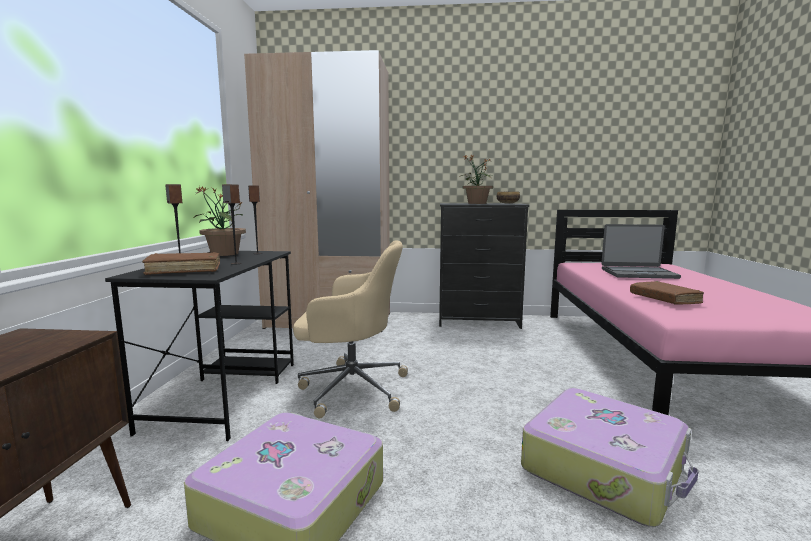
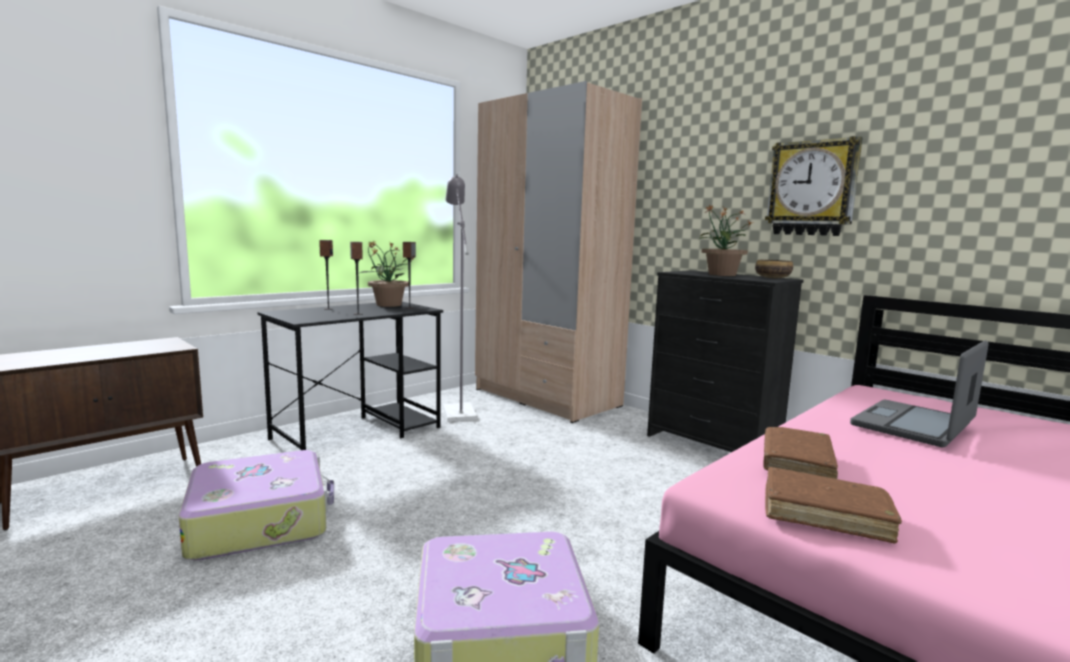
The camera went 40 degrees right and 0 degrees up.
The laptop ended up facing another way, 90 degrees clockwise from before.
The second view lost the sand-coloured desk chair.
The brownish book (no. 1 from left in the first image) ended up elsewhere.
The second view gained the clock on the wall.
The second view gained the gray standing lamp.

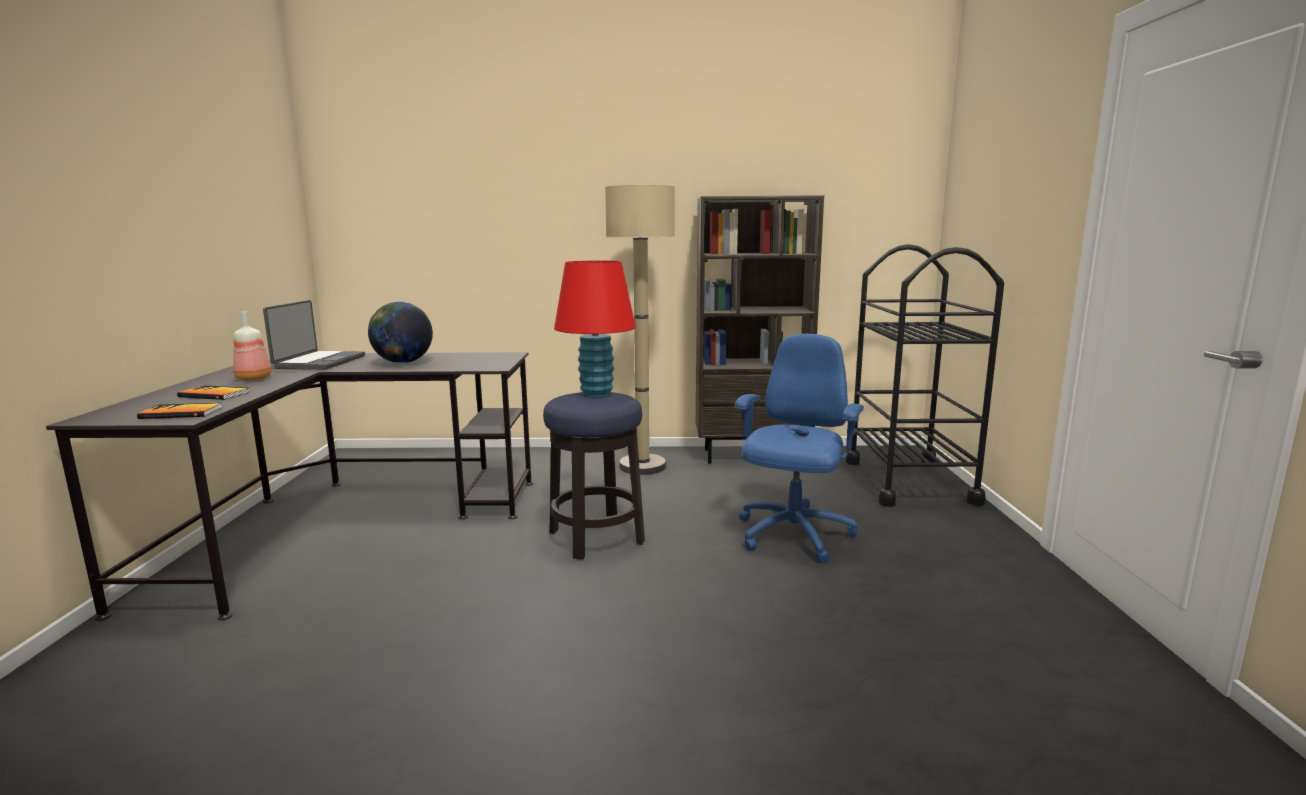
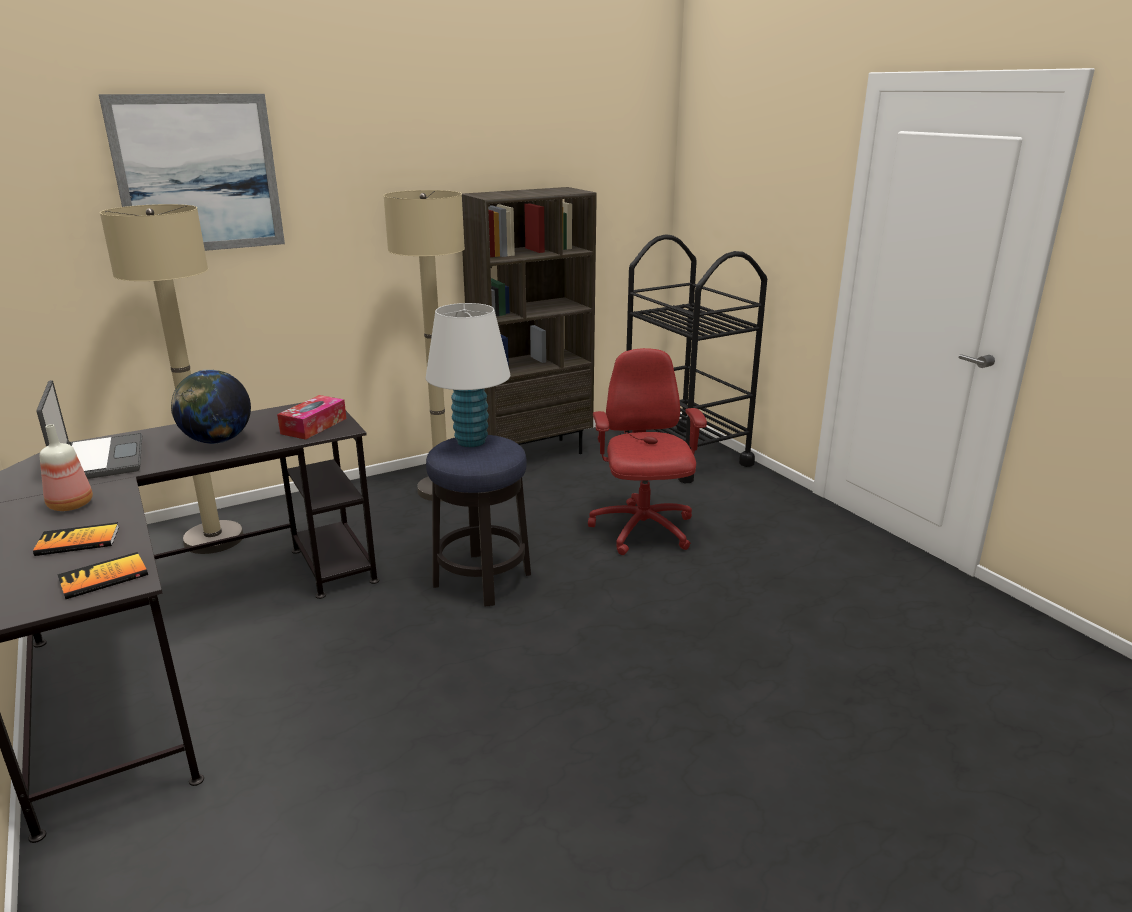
The camera went 30 degrees left and 10 degrees up.
What was the red tabletop lamp turned into the whitish tabletop lamp.
What was the blue-coloured desk chair turned into the red desk chair.
The second view gained the picture.
The second view gained the sand-coloured standing lamp (no. 1 from left).
The second view gained the tissue box.

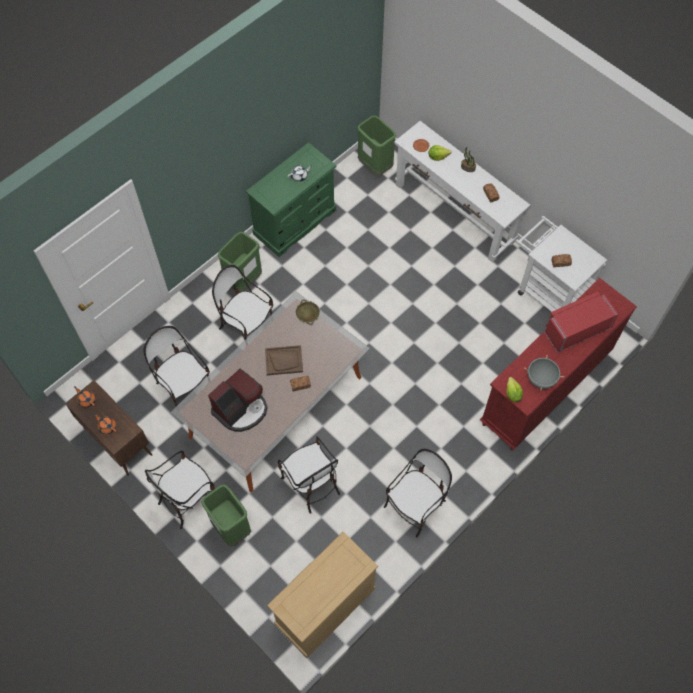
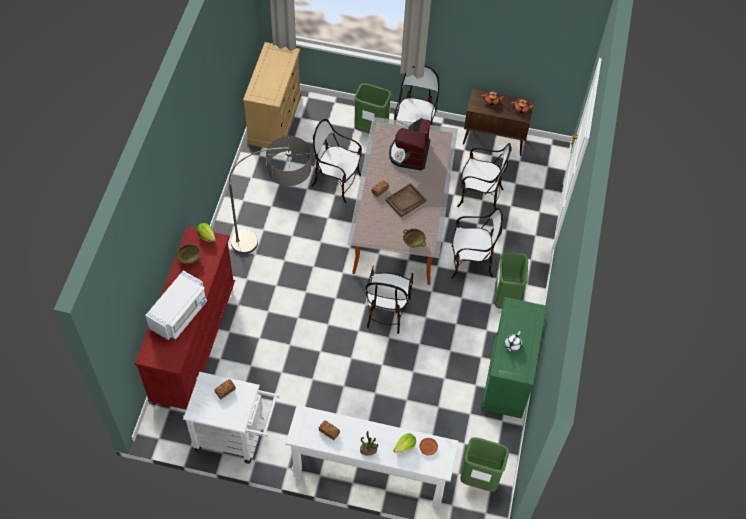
The camera went 145 degrees right and 5 degrees down.
What was the red kitchen microwave turned into the whitish kitchen microwave.
Where the gray cooking pot stood, the sand-coloured bowl (no. 1 from left) came to stand.
The chair (no. 5 from left in the first image) ended up elsewhere.
The second view gained the standing lamp.

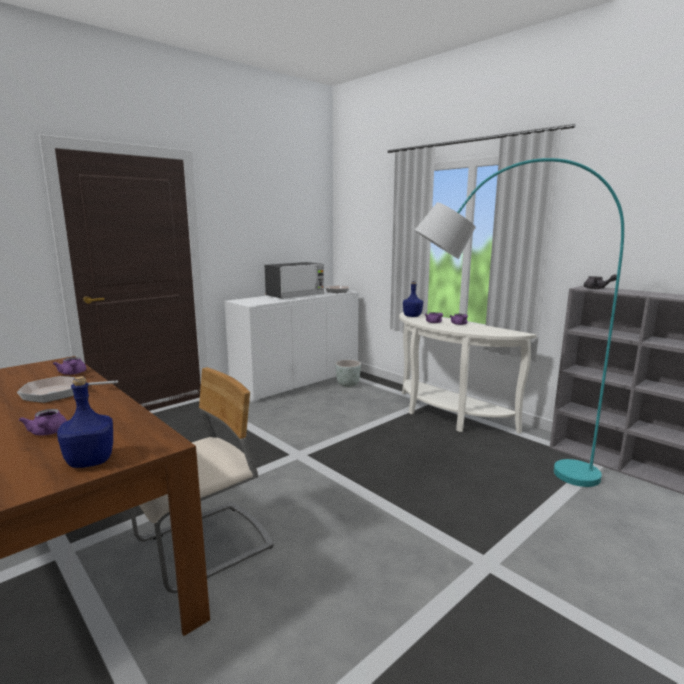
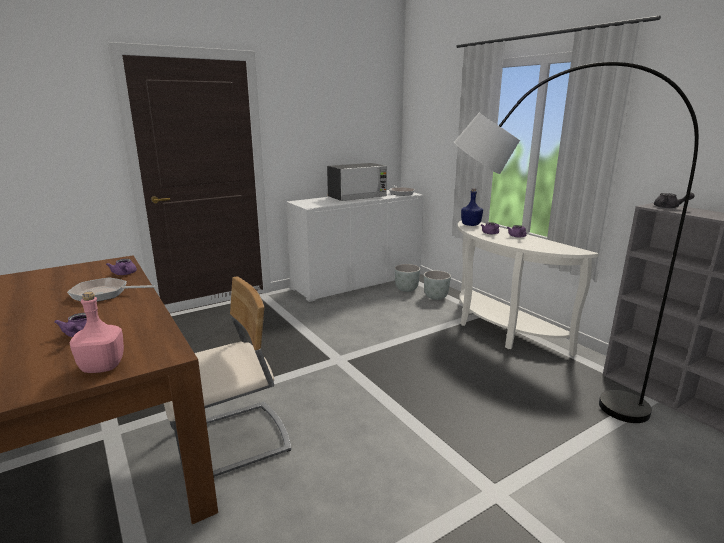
The camera went 10 degrees right and 5 degrees up.
What was the blue-green standing lamp turned into the gray standing lamp.
What was the blue-coloured drink bottle (no. 1 from left) turned into the pink-coloured drink bottle.
The second view gained the gray plant pot (no. 2 from left).

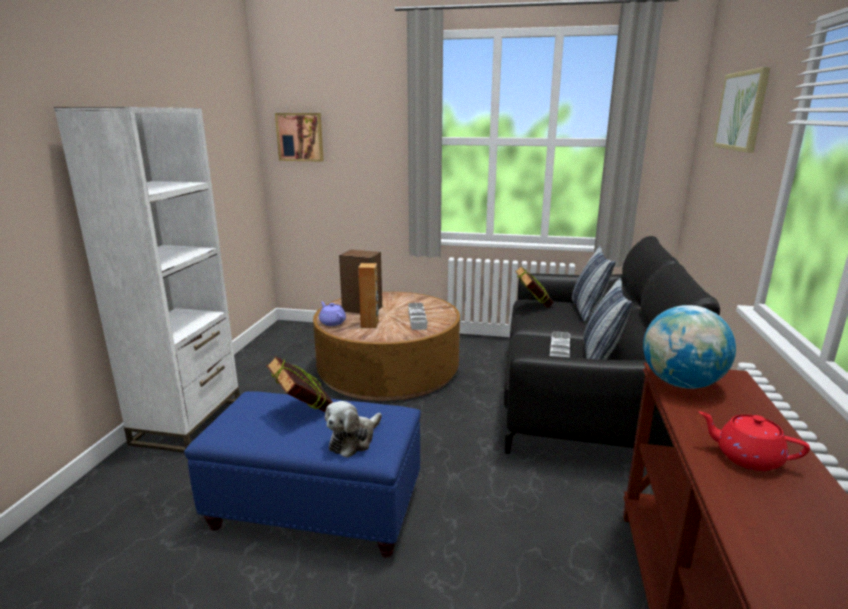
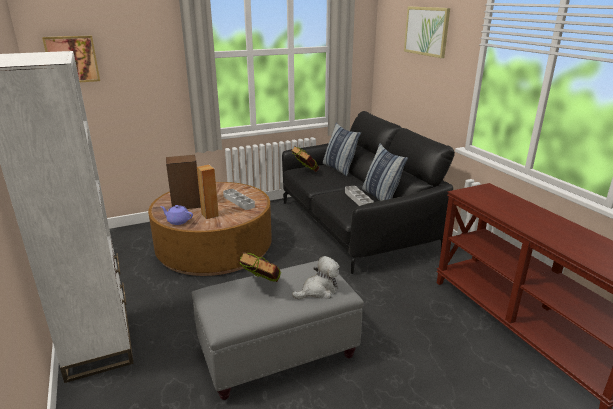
The camera went 35 degrees left and 5 degrees up.
The second view lost the desk globe.
What was the blue-coloured footrest turned into the gray footrest.
The soft toy ended up facing another way, 120 degrees counterclockwise from before.
The second view lost the red pot for tea.

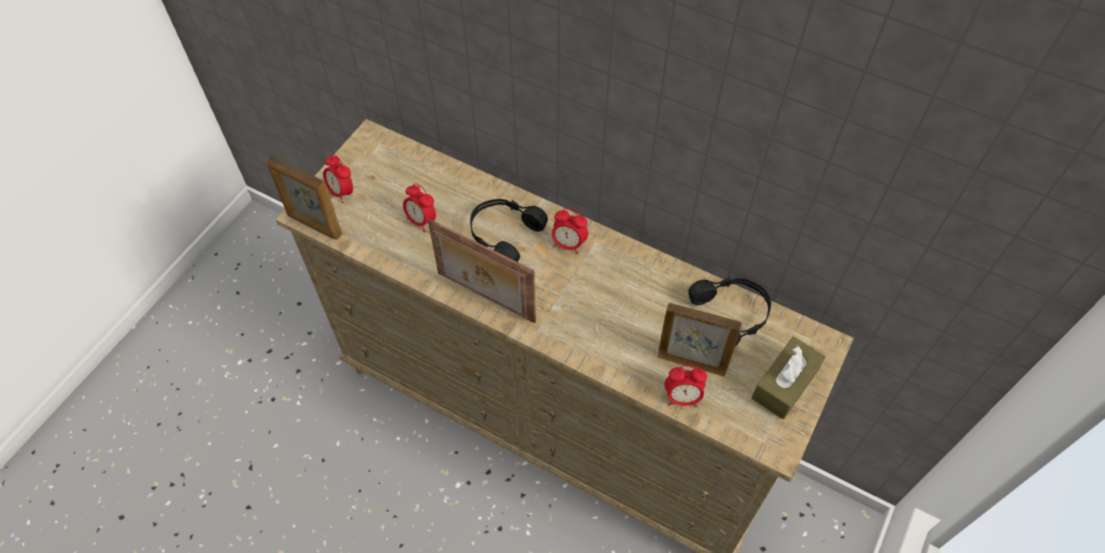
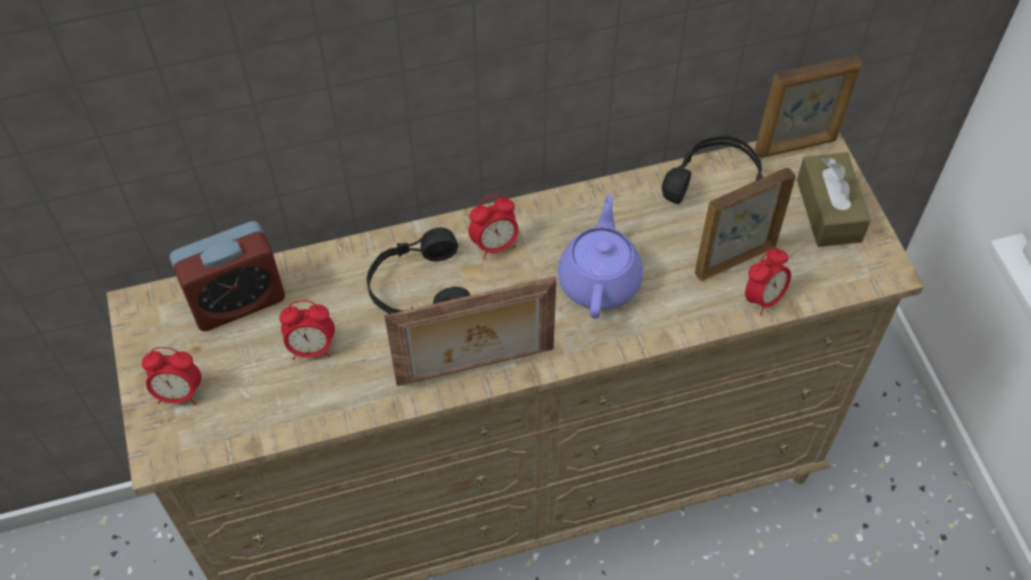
The camera went 45 degrees left and 0 degrees up.
The picture frame (no. 1 from left in the first image) ended up elsewhere.
The second view gained the purple pot for tea.
The second view gained the bedside clock (no. 2 from left).

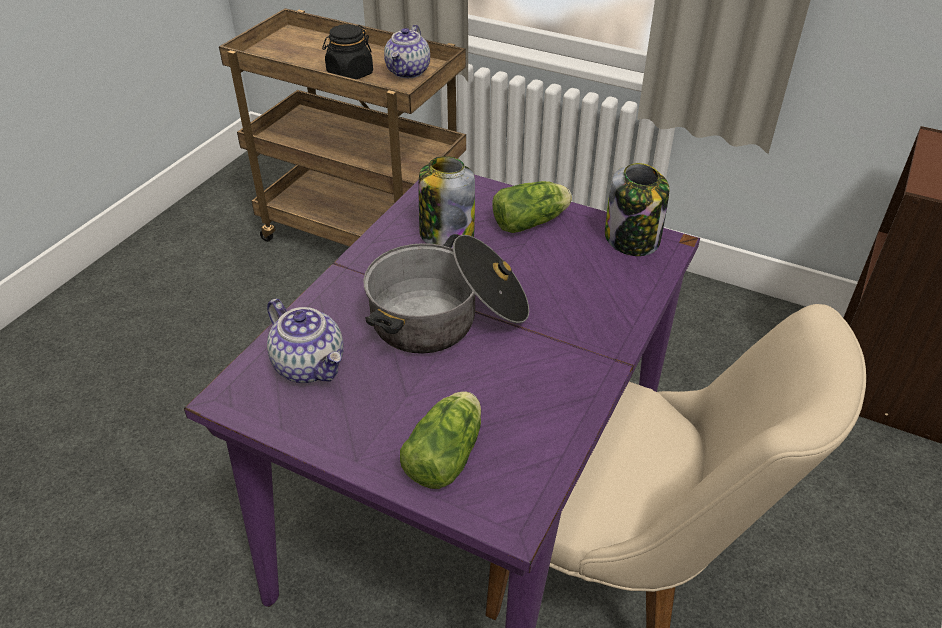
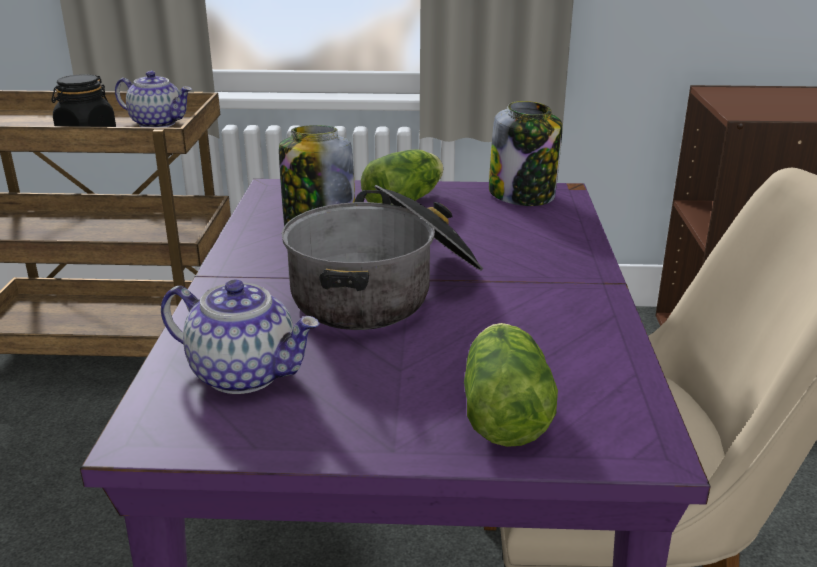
The camera went 25 degrees left and 15 degrees down.
The pot for tea (no. 2 from left in the first image) ended up facing another way, 60 degrees counterclockwise from before.

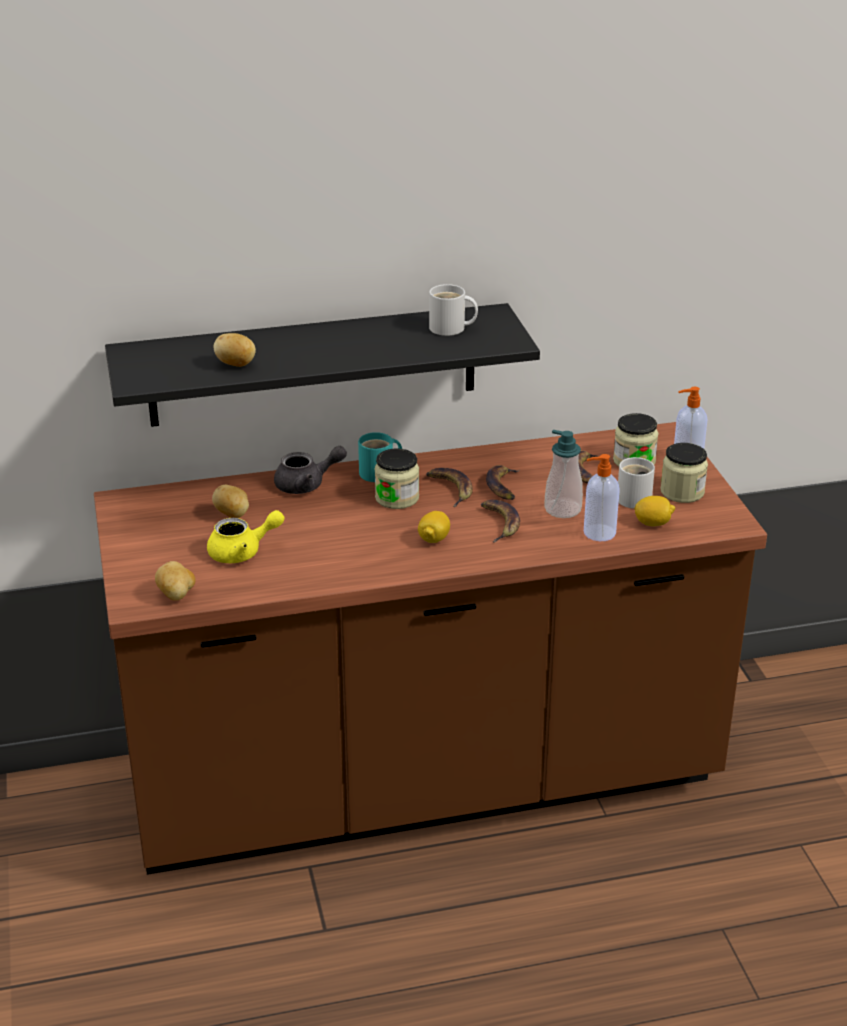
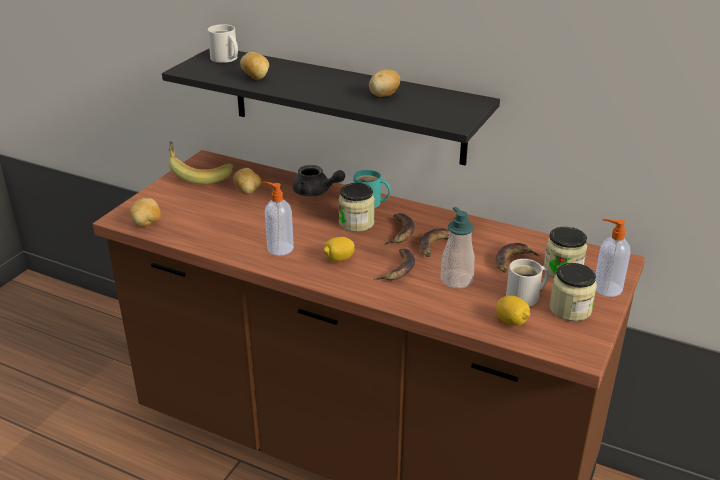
The camera went 40 degrees right and 0 degrees up.
The whitish coffee mug (no. 1 from left) ended up elsewhere.
The liquid soap bottle (no. 2 from left in the first image) ended up elsewhere.
The second view lost the yellowish pot for tea.
The second view gained the spud (no. 4 from left).
The second view gained the banana fruit (no. 1 from left).

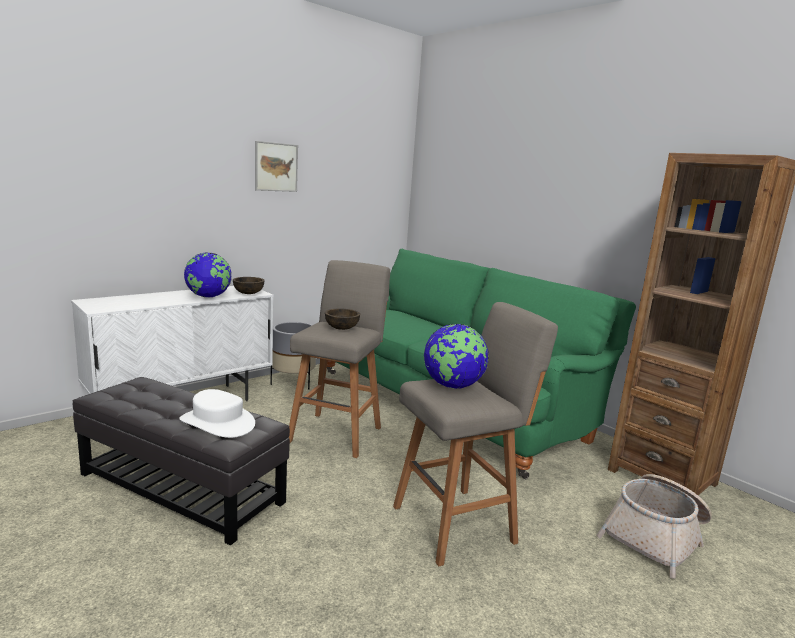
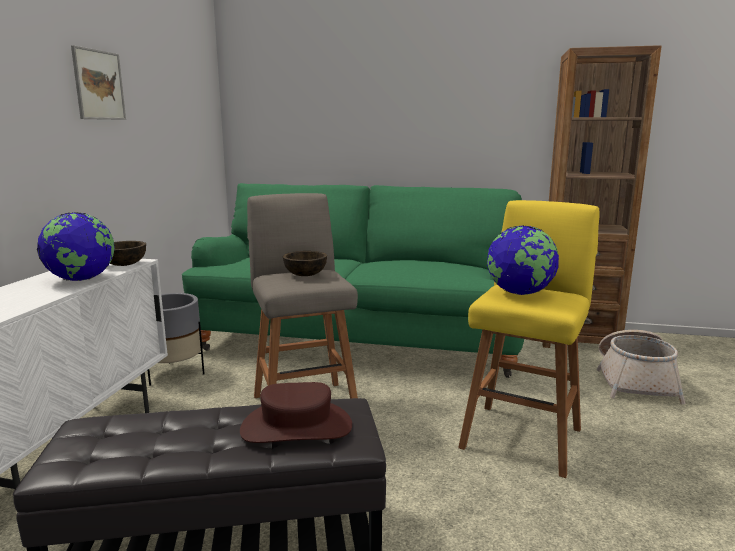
The camera went 35 degrees left and 0 degrees up.
What was the gray stool (no. 2 from left) turned into the yellowish stool.
What was the whitish wearable hat turned into the brownish wearable hat.

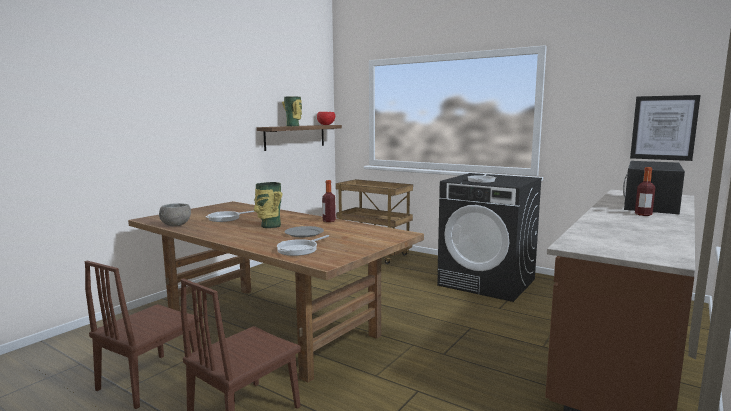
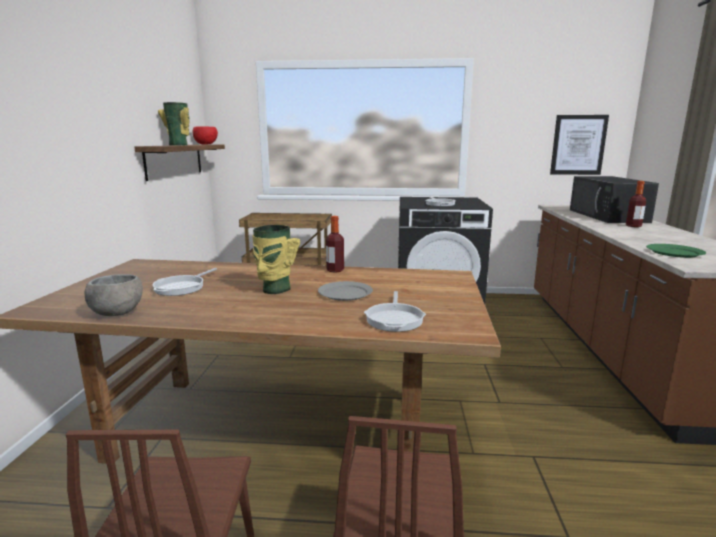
The camera went 30 degrees left and 5 degrees up.
The second view gained the greenish flat dish.

